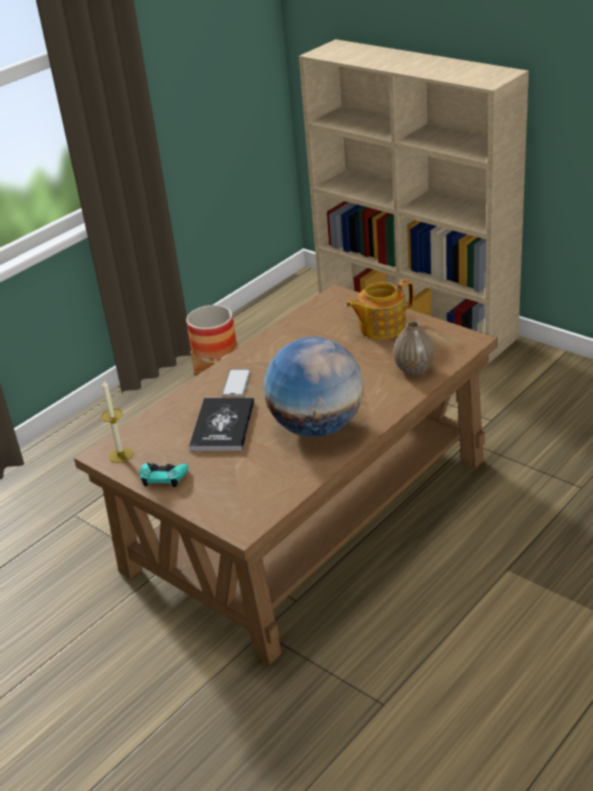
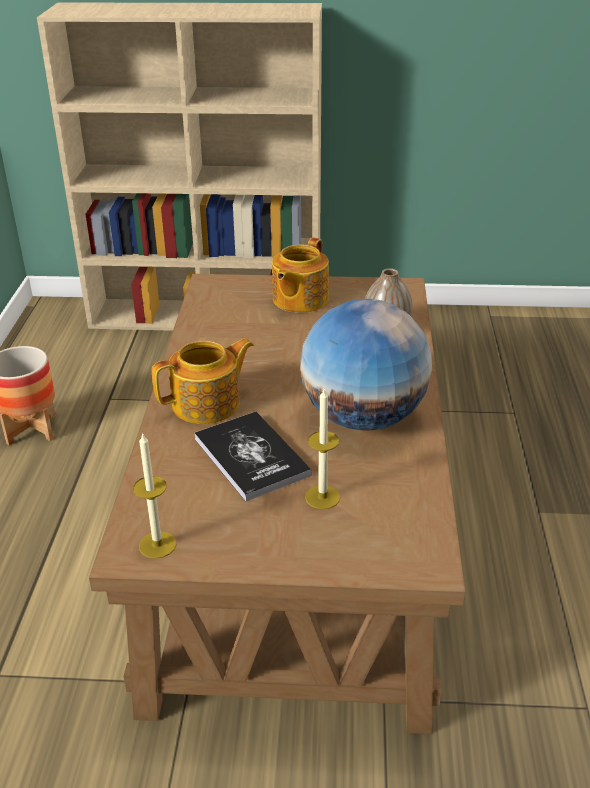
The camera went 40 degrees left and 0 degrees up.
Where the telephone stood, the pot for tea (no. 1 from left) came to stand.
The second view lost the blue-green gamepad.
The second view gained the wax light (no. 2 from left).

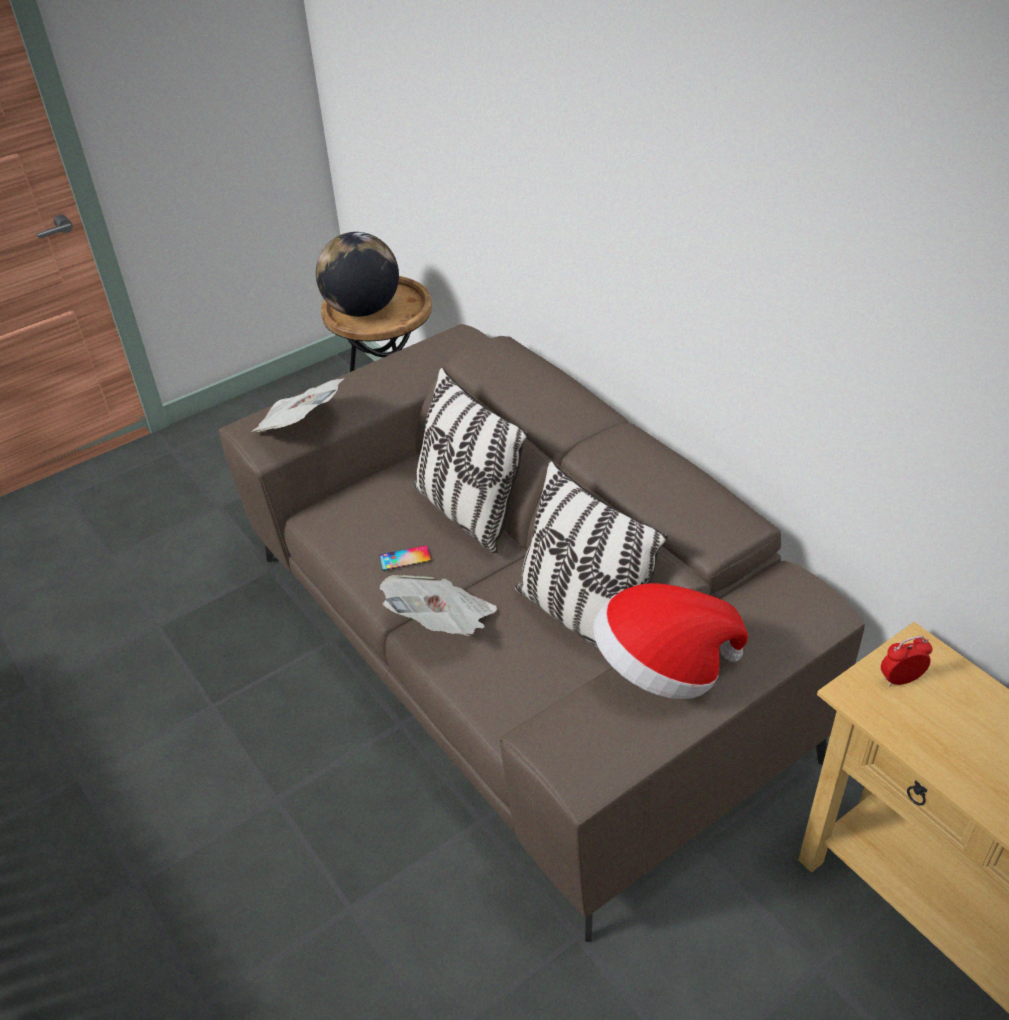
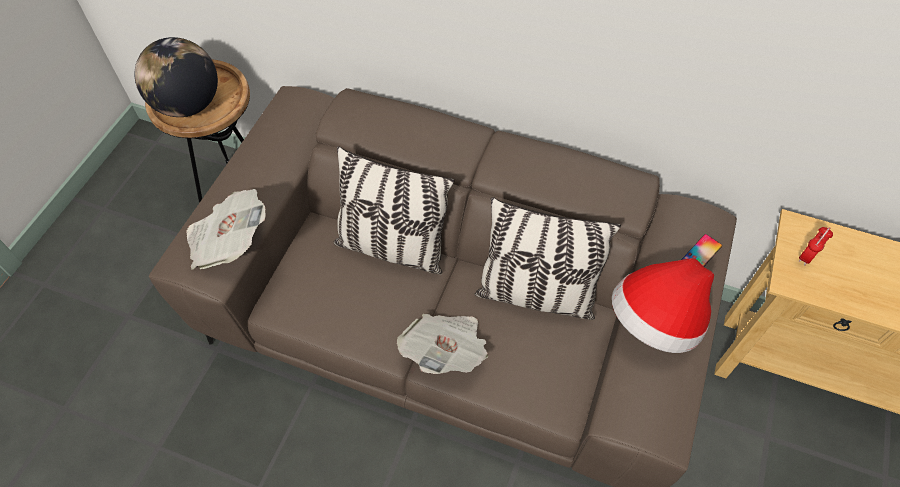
The camera went 35 degrees left and 15 degrees up.
The telephone ended up elsewhere.

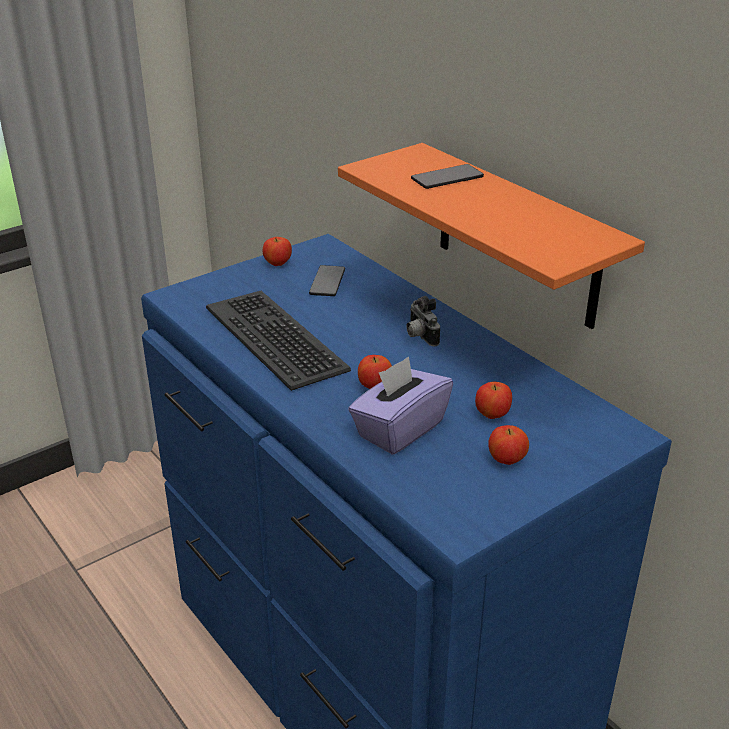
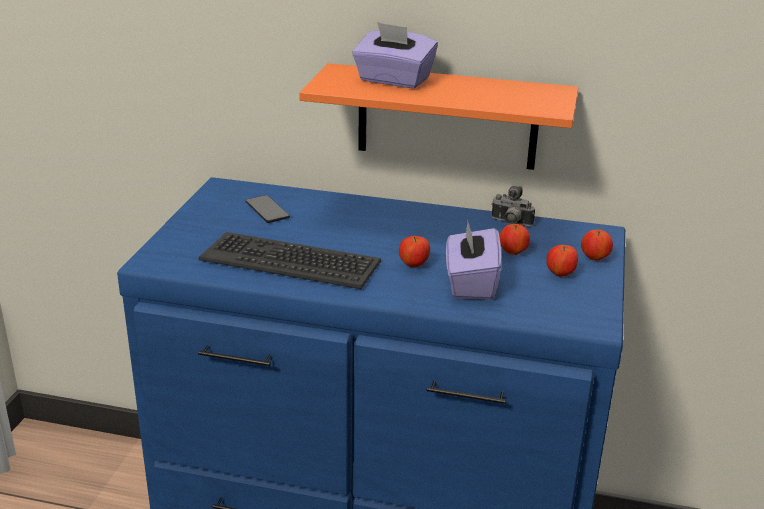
The camera went 40 degrees left and 5 degrees down.
Where the telephone (no. 2 from left) stood, the purple tissue box (no. 1 from left) came to stand.
The apple fruit (no. 1 from left in the first image) ended up elsewhere.
The photo camera ended up elsewhere.

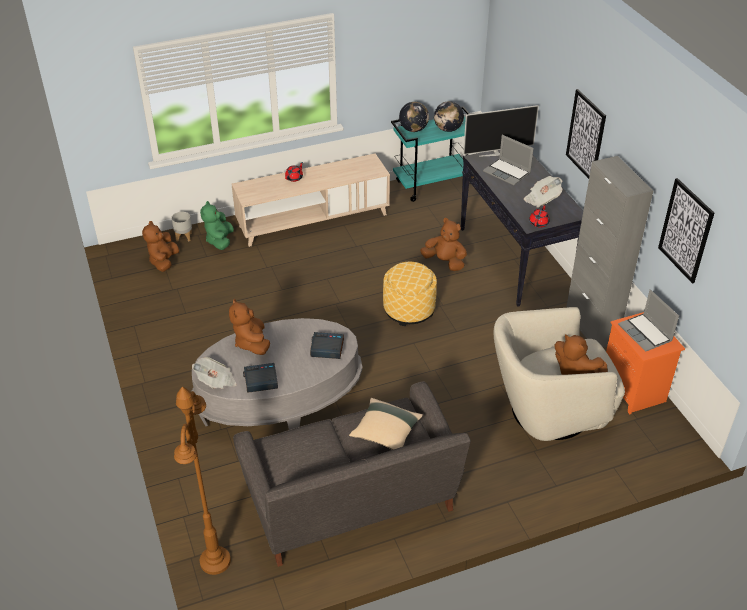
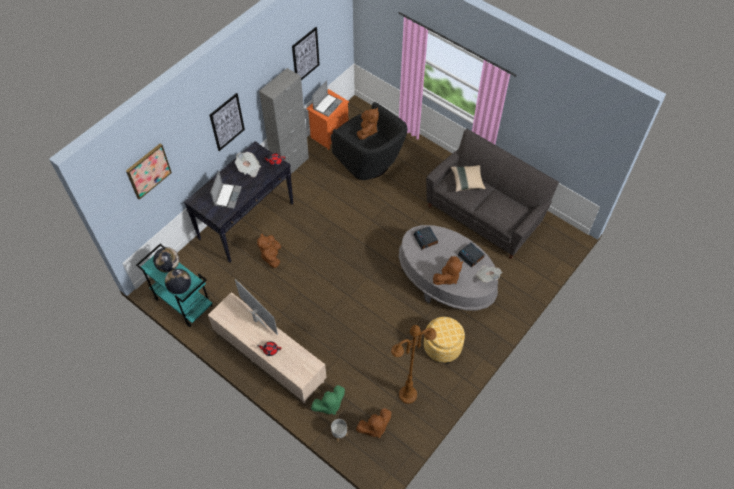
The camera went 120 degrees left and 15 degrees up.
The TV ended up elsewhere.
The footrest ended up elsewhere.
What was the sand-coloured easy chair turned into the blackish easy chair.
The brownish standing lamp ended up elsewhere.
The second view gained the picture (no. 1 from left).

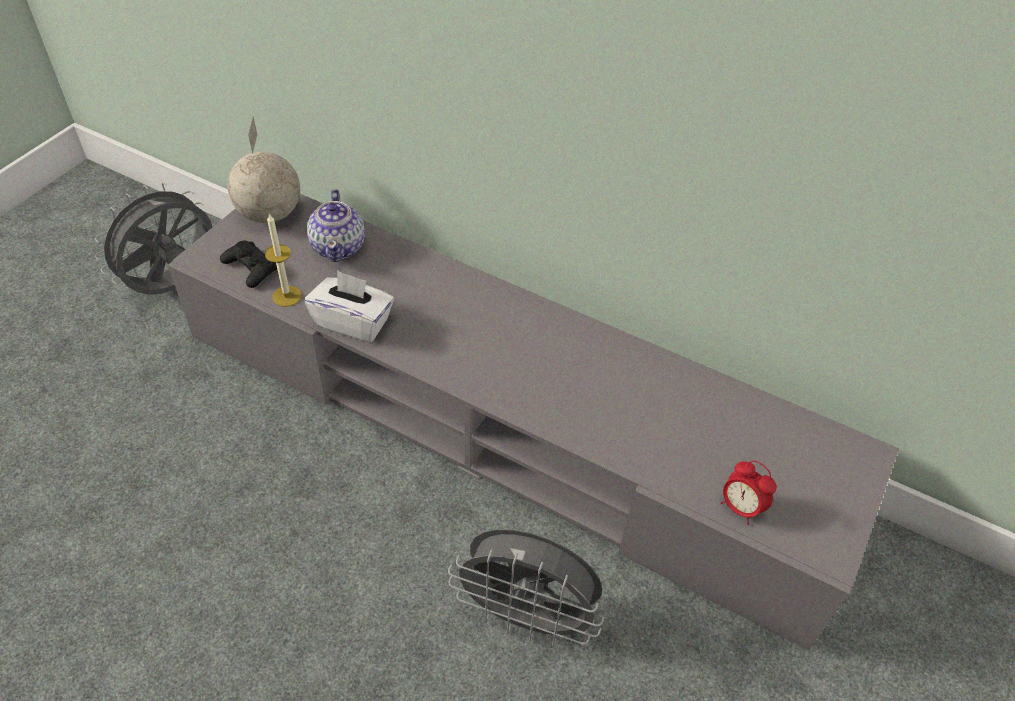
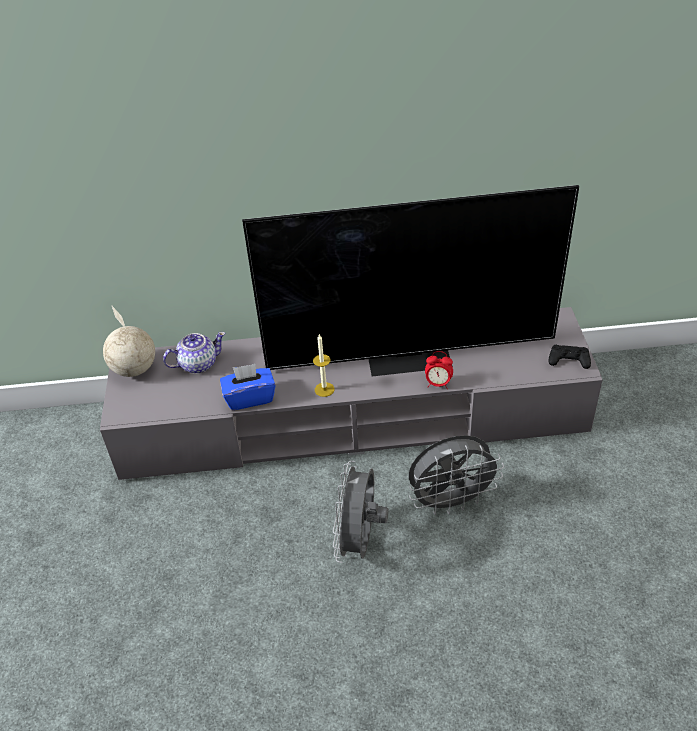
The camera went 30 degrees left and 5 degrees down.
The gray fan (no. 1 from left) ended up elsewhere.
The pot for tea ended up facing another way, 75 degrees counterclockwise from before.
The wax light ended up elsewhere.
The blackish gamepad ended up elsewhere.
What was the whitish tissue box turned into the blue-coloured tissue box.
The bedside clock ended up elsewhere.
The second view gained the TV.

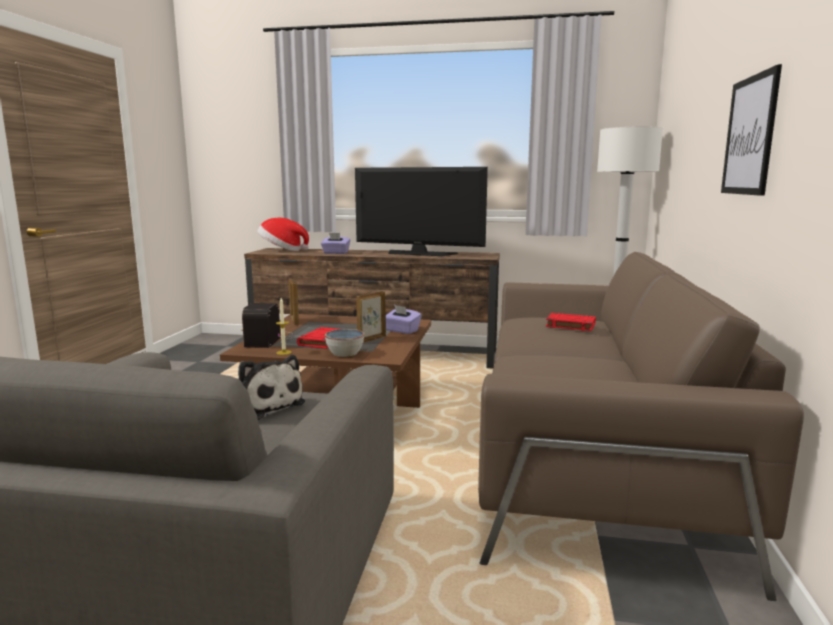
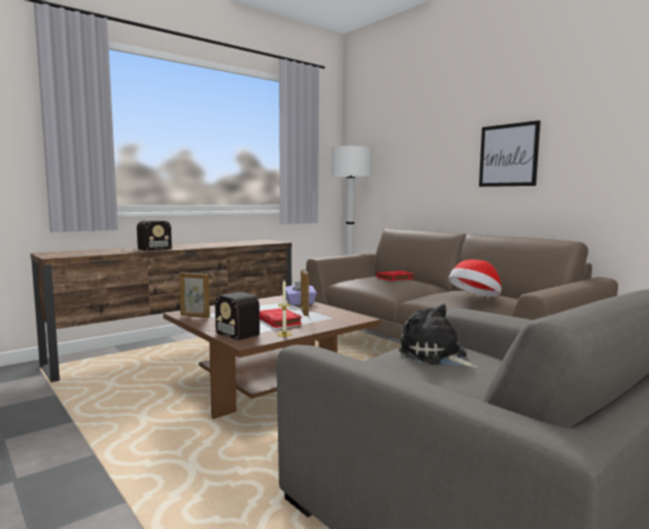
The camera went 50 degrees left and 5 degrees down.
The second view lost the TV.
The wearable hat ended up elsewhere.
Where the purple tissue box (no. 1 from left) stood, the radio set (no. 1 from left) came to stand.
The second view lost the bowl.
The soft toy ended up facing another way, 120 degrees counterclockwise from before.

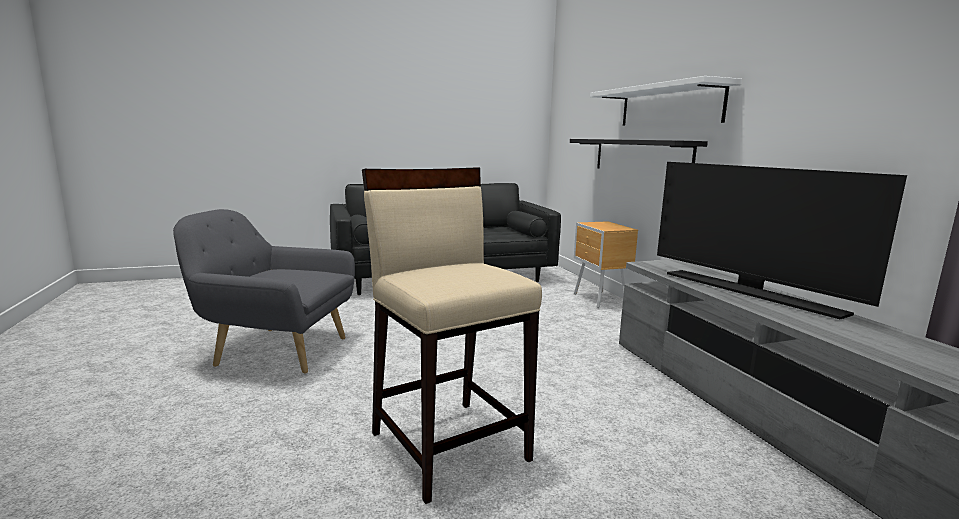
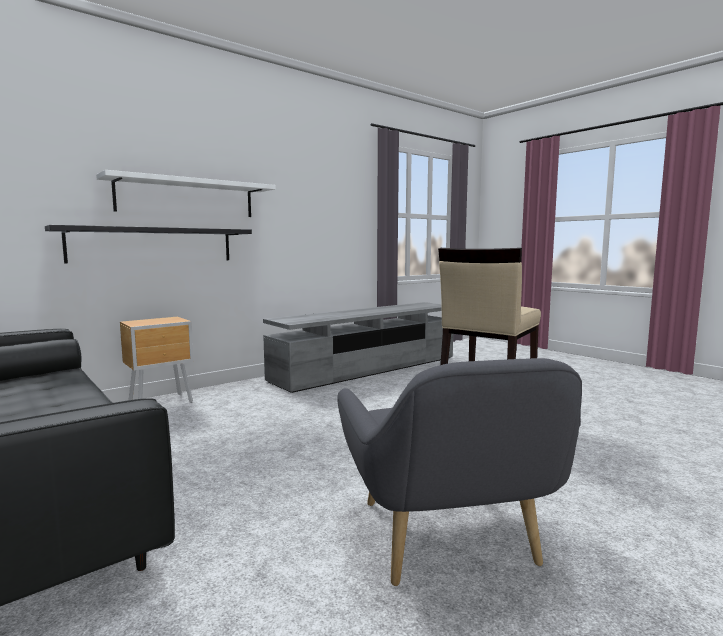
The camera went 110 degrees left and 5 degrees down.
The second view lost the TV.

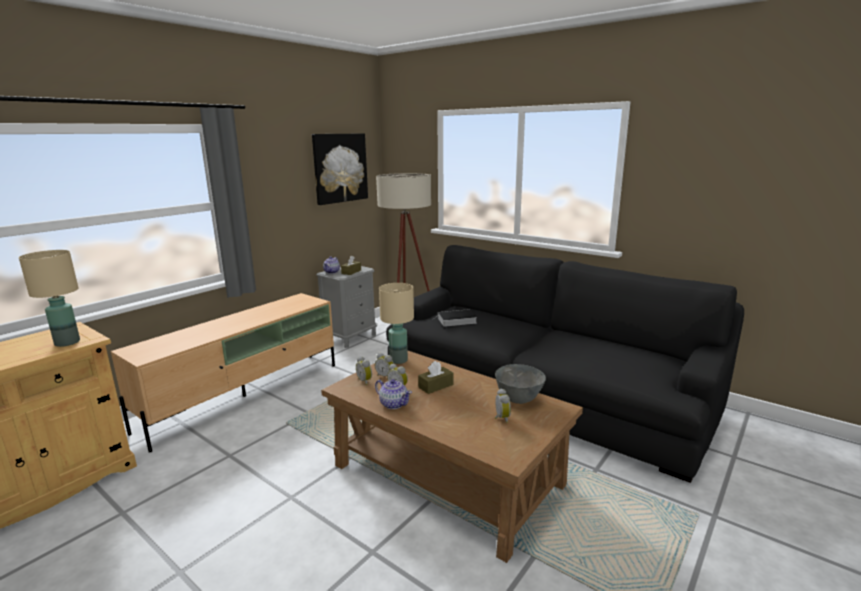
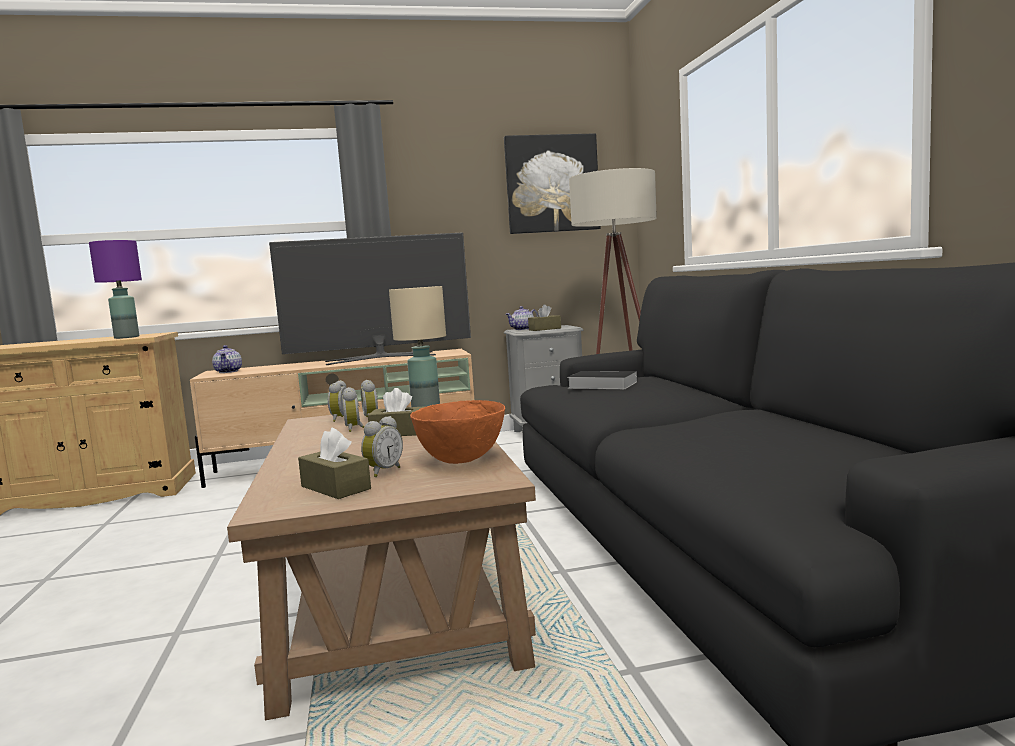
The camera went 40 degrees right and 10 degrees down.
What was the sand-coloured tabletop lamp (no. 1 from left) turned into the purple tabletop lamp.
What was the gray bowl turned into the orange-coloured bowl.
The pot for tea (no. 2 from left in the first image) ended up elsewhere.
The second view gained the TV.
The second view gained the brownish tissue box (no. 1 from left).

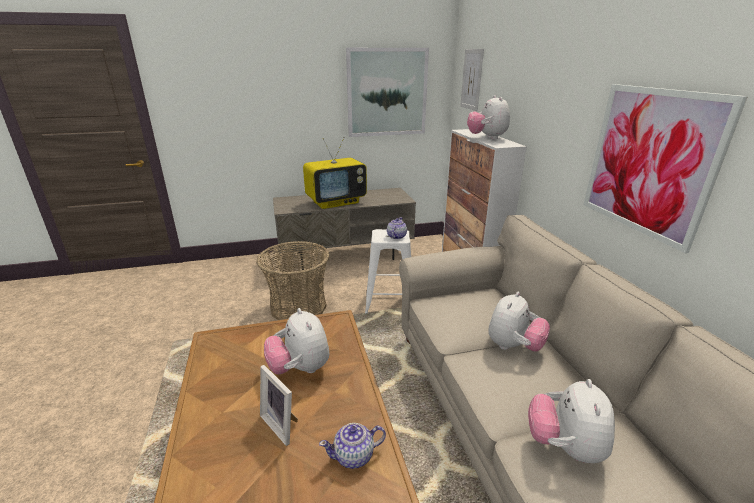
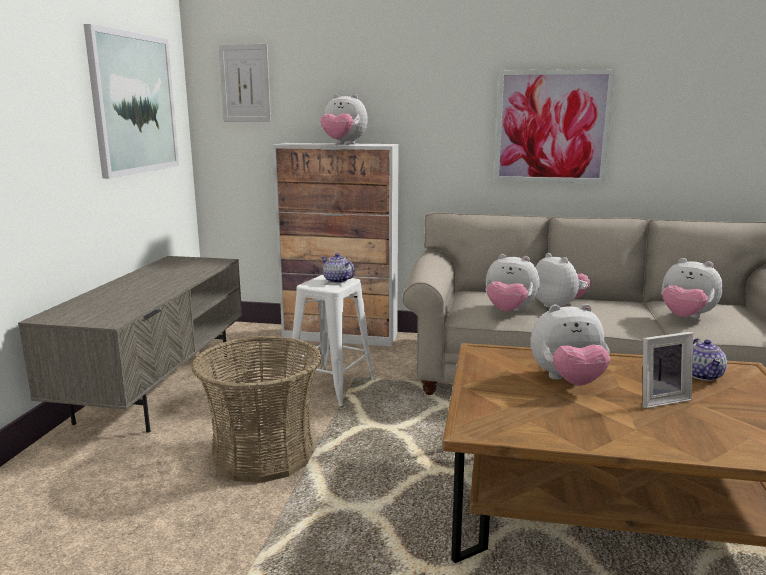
The camera went 65 degrees left and 10 degrees down.
The second view lost the TV.
The second view gained the soft toy (no. 2 from left).

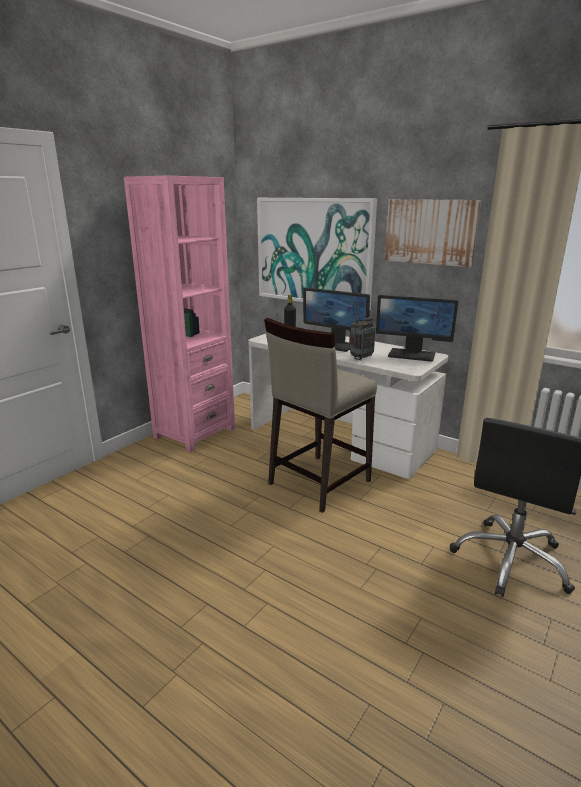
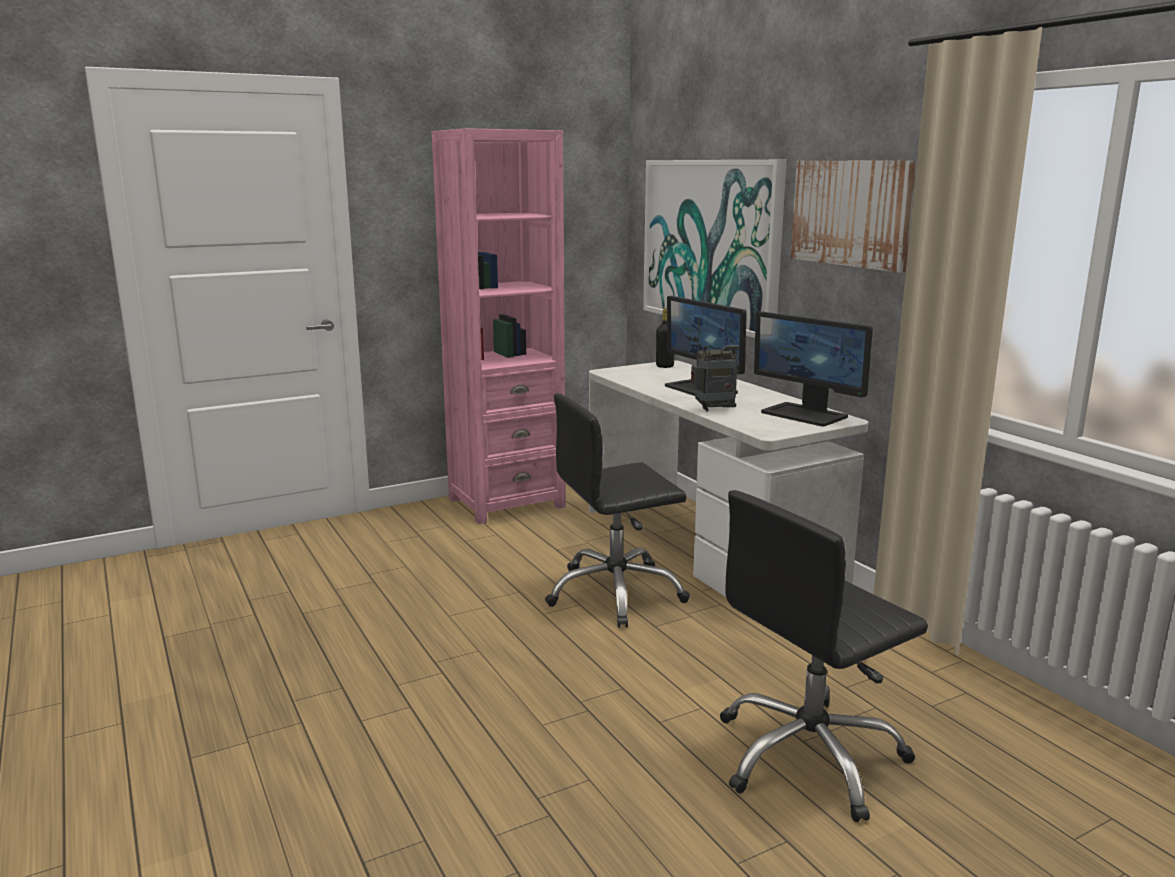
The camera went 25 degrees right and 5 degrees down.
Where the sand-coloured stool stood, the blackish desk chair (no. 1 from left) came to stand.

